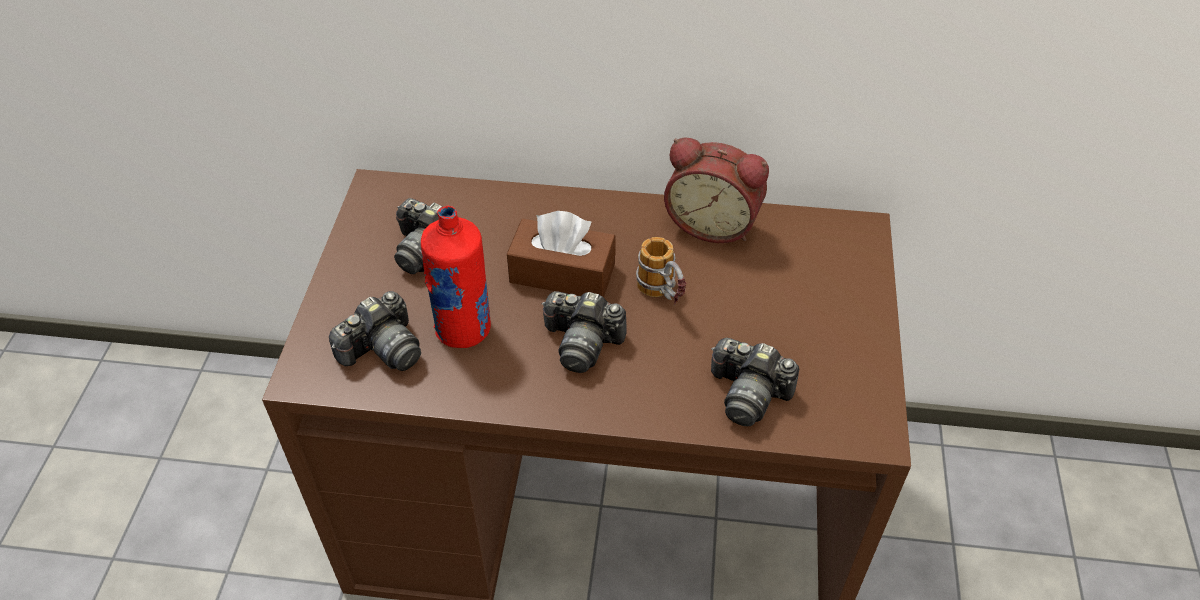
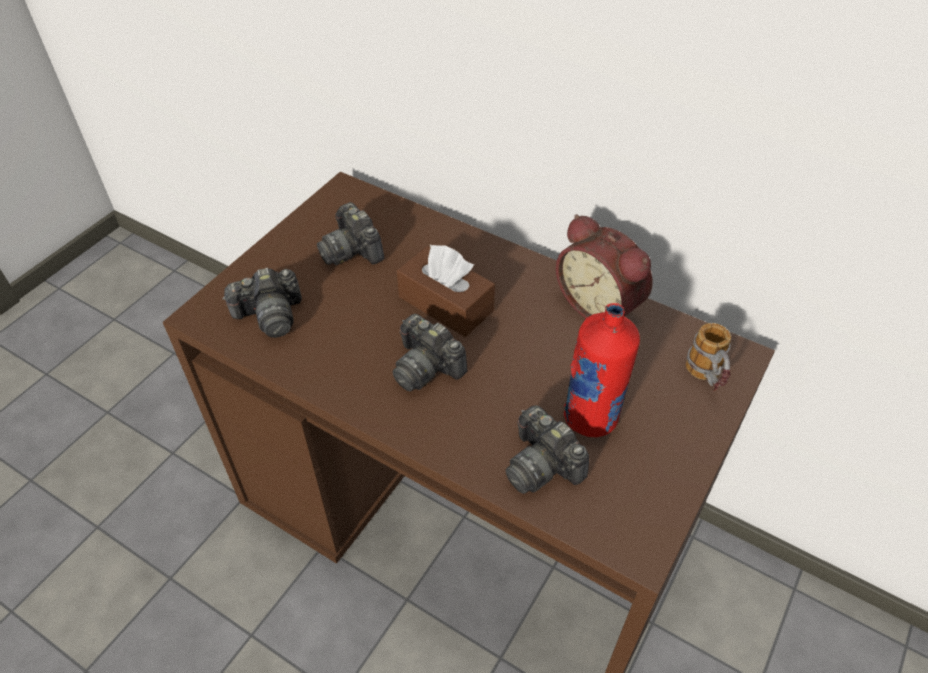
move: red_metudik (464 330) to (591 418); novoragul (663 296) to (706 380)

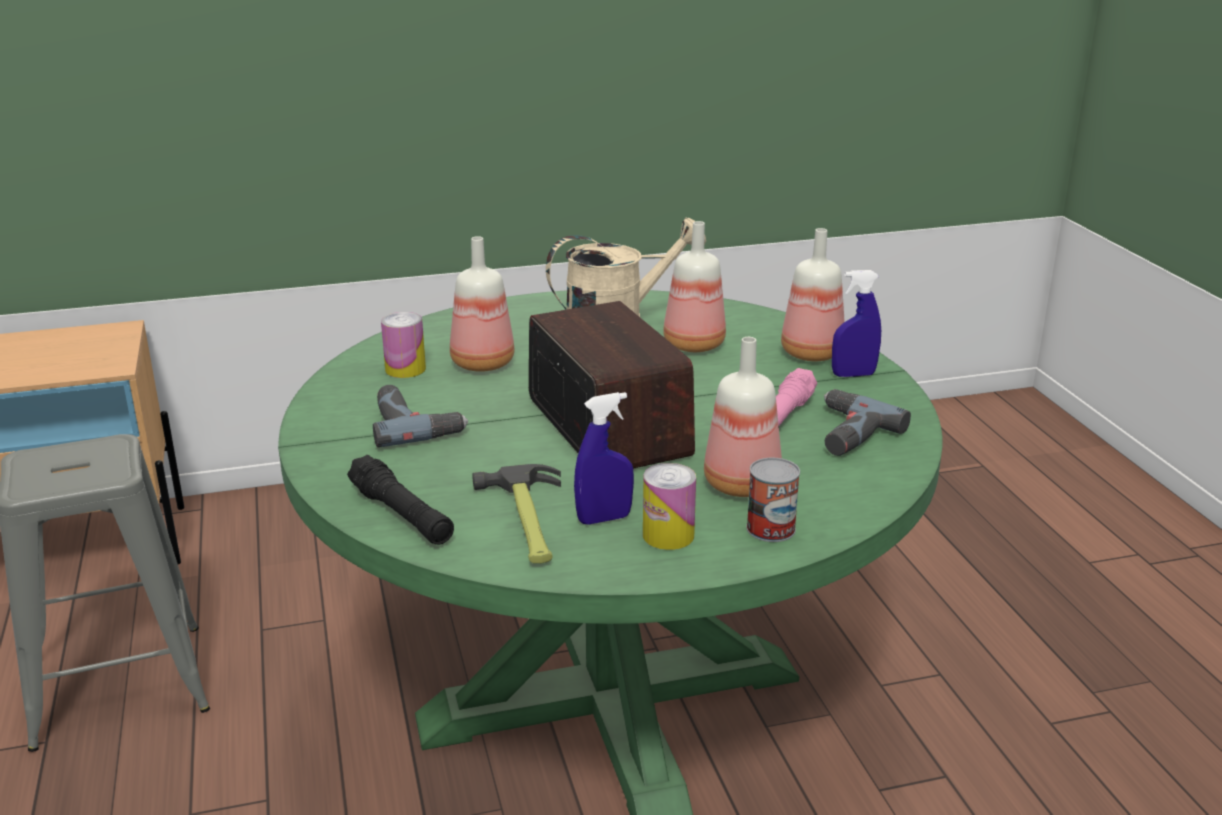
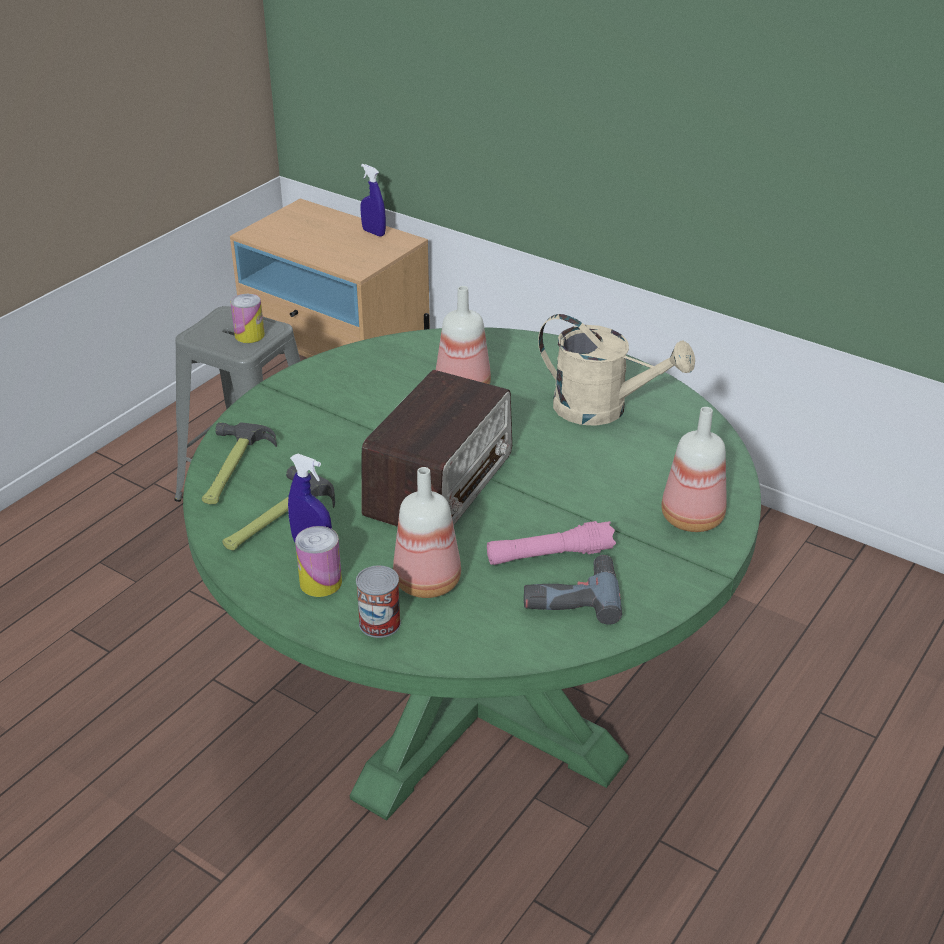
delete: metudik (692 345); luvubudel (415 424)
move: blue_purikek (853 374) to (373 232); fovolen (405 369) to (249 335)
replace: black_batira (402 515) to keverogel (231 469)

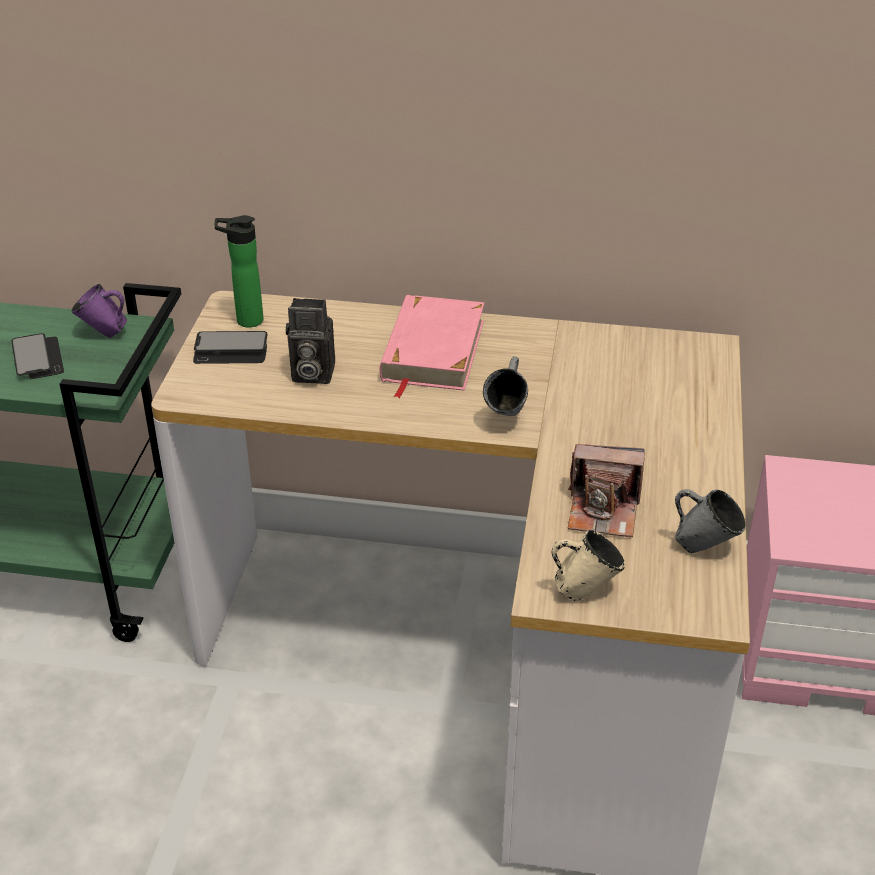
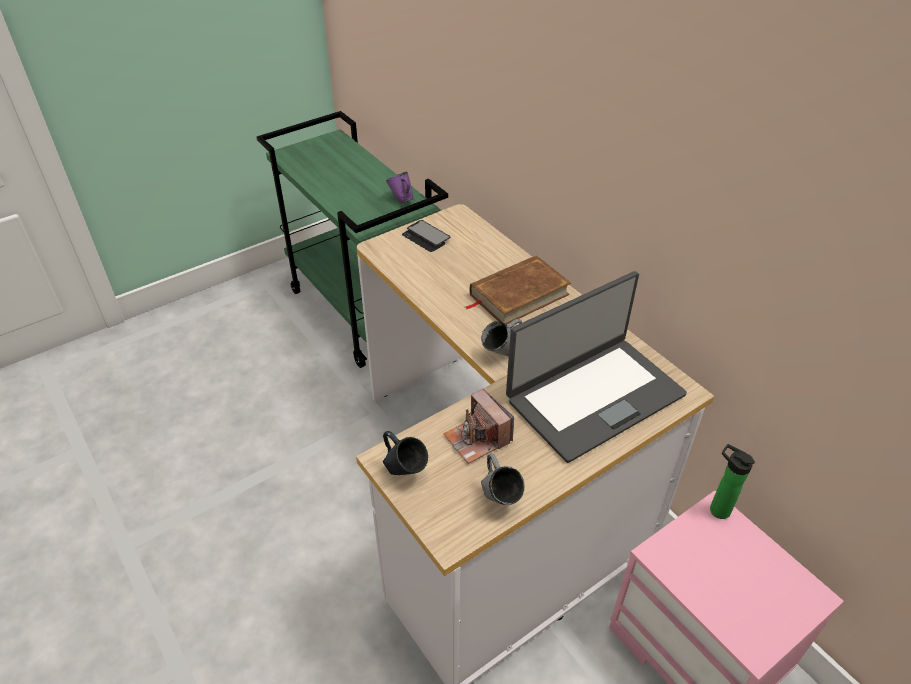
delete: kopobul (310 374); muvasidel (38 358)
insert: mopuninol (594 396)
move: metudik (245 321) to (716 508)
recolor: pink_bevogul (432 351) to brown_bevogul (518 294); beige_novoragul (584 591) to blue_novoragul (404 472)

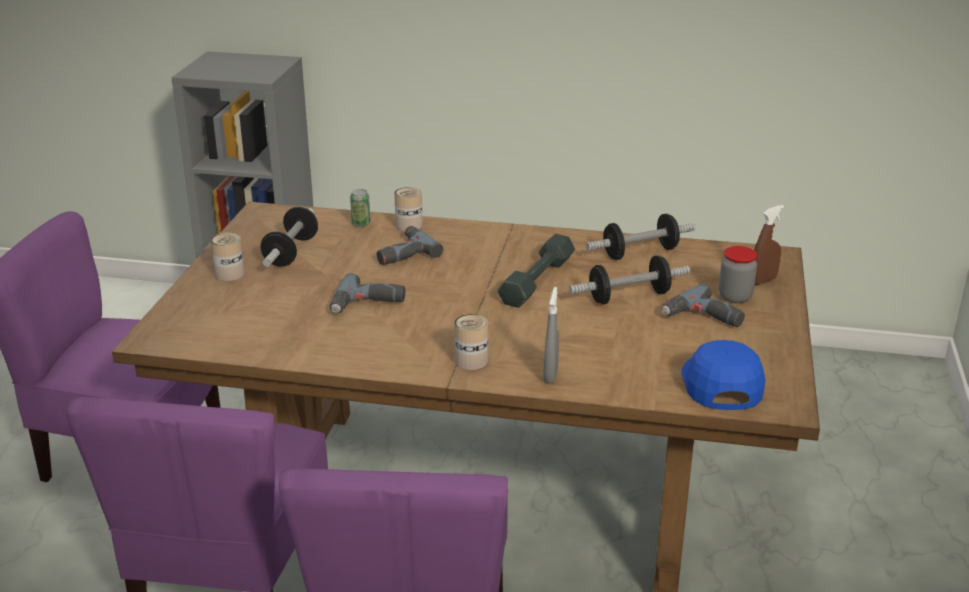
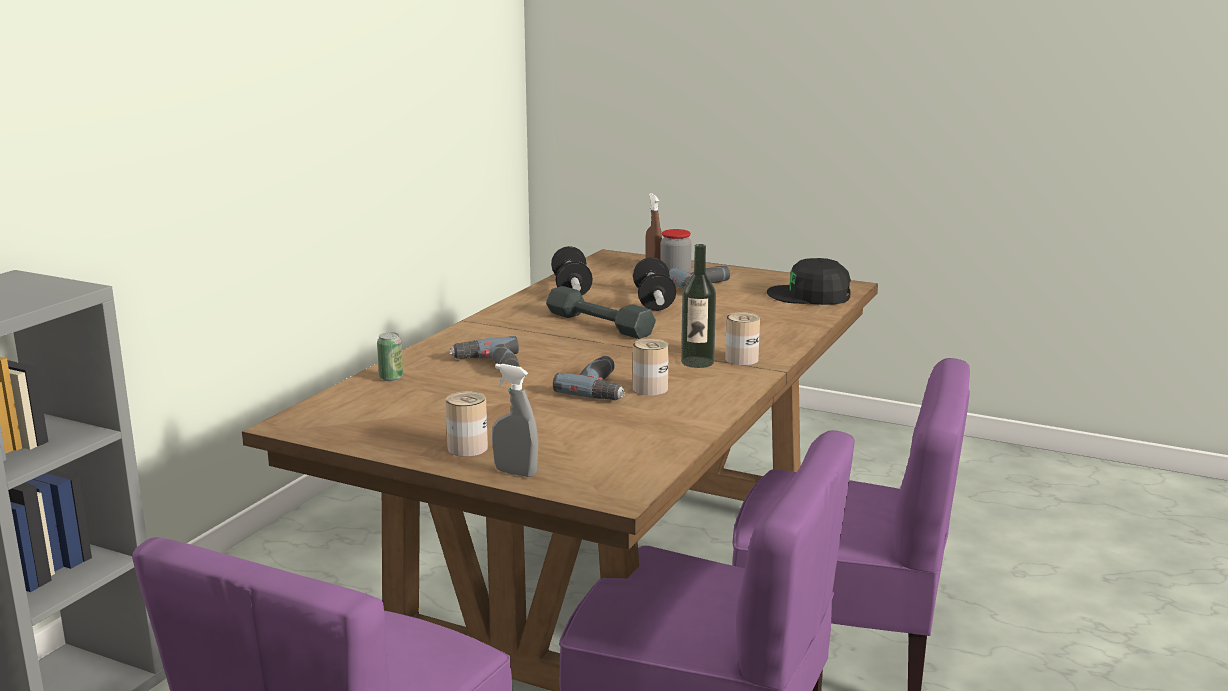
delete: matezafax (291 252)
insert: metudik (697 362)
move: fovolen (409 225) to (650 389); grey_purikek (550 375) to (515 472)
recolor: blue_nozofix (721 383) to black_nozofix (810 295)

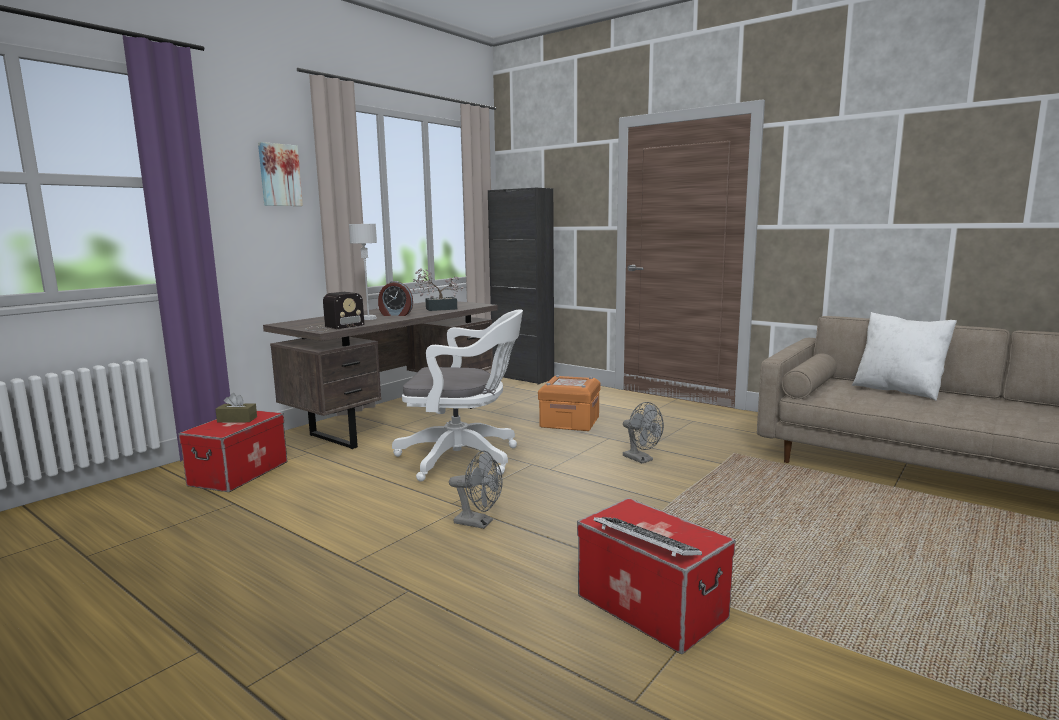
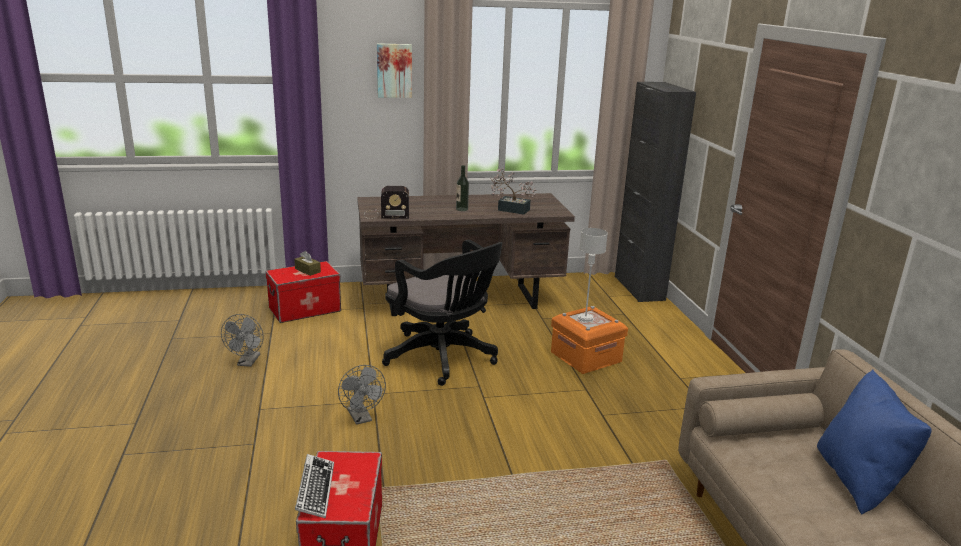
move: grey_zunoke (368 318) to (585 318); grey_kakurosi (641 459) to (247 362)
replace: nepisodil (396 314) to metudik (462 209)
recolor: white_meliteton (465 459) to black_meliteton (444 358); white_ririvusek (898 390) to blue_ririvusek (858 480)

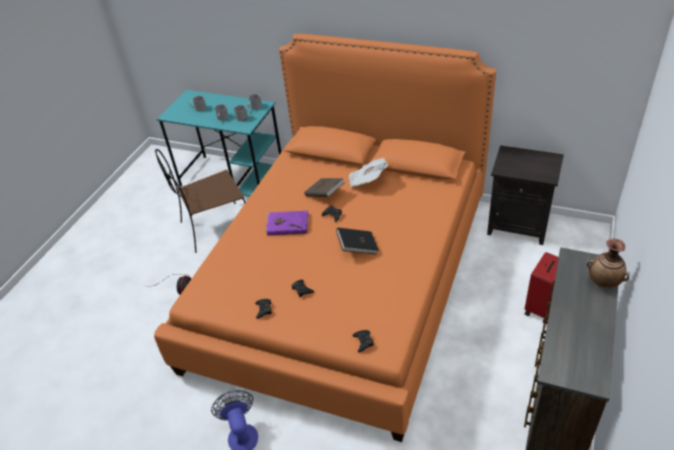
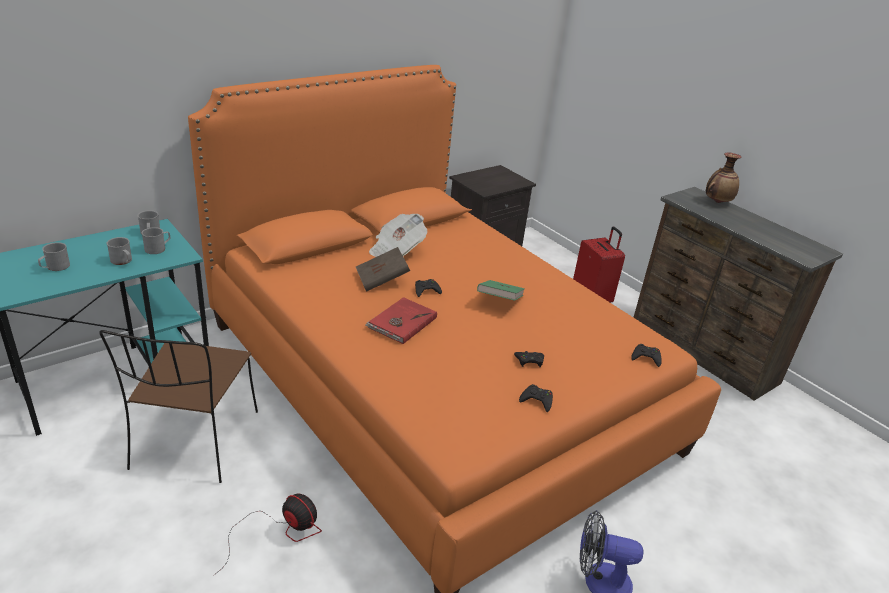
recolor: purple_bevogul (287 224) to red_bevogul (401 323); black_bevogul (357 248) to green_bevogul (499 301)

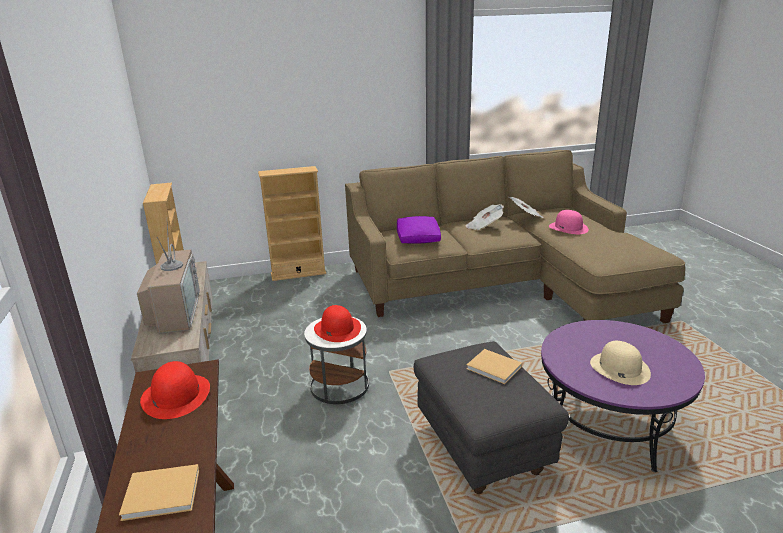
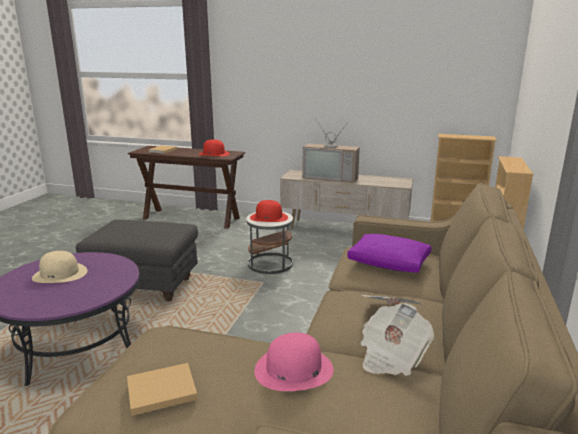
move: beige_bevogul (495 368) to (159 391)

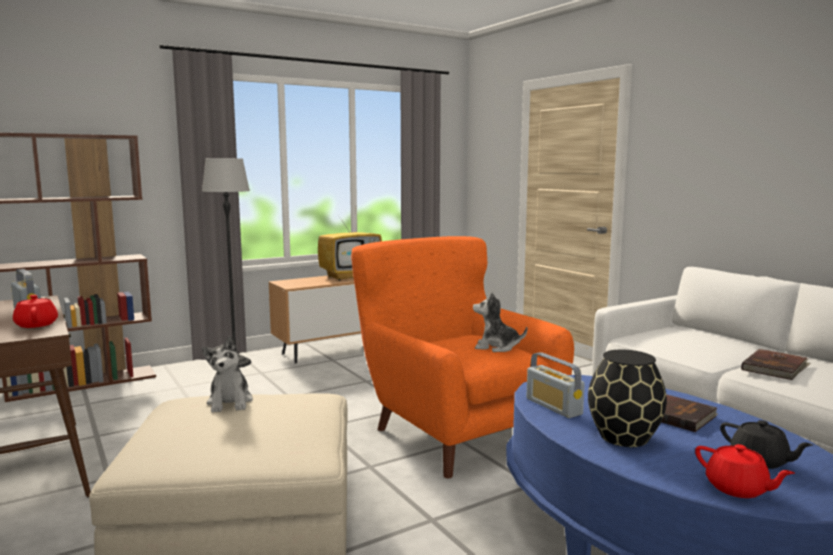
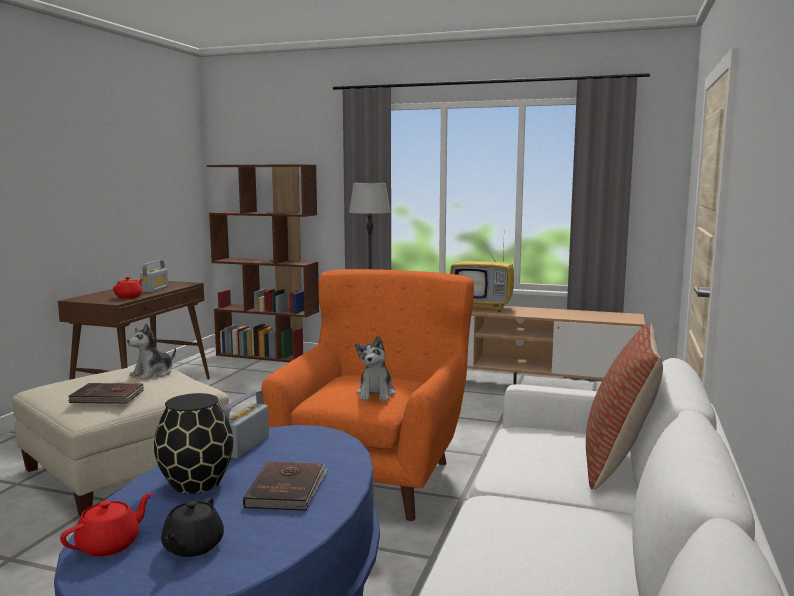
insert: ririvusek (618 463)
move: brown_bevogul (775 367) to (107 397)
rotate: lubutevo (496 347) = (376 394) 150 degrees counterclockwise; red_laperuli (737 489) = (110 545) 150 degrees counterclockwise

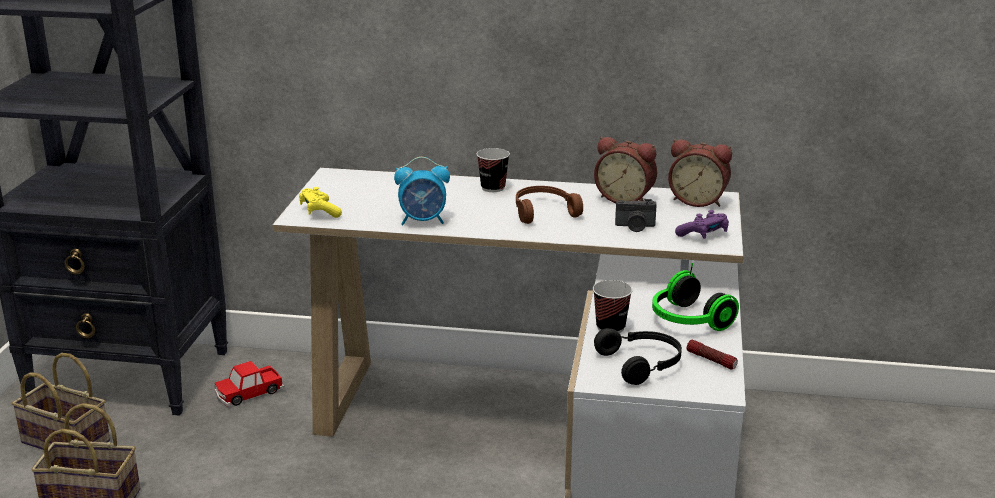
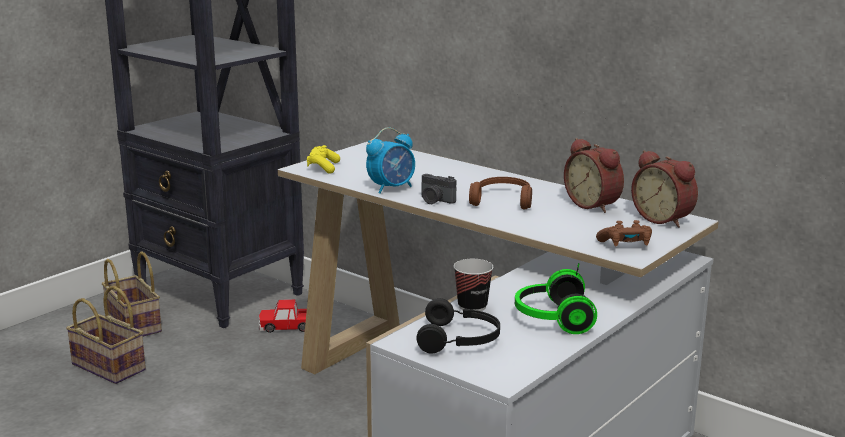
delete: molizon (493 188); batira (711 360)
move: kopobul (635 227) to (435 201)
recolor: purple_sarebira (703 235) to brown_sarebira (626 245)
rotate: nepisodil (423 221) = (392 188) 60 degrees counterclockwise

